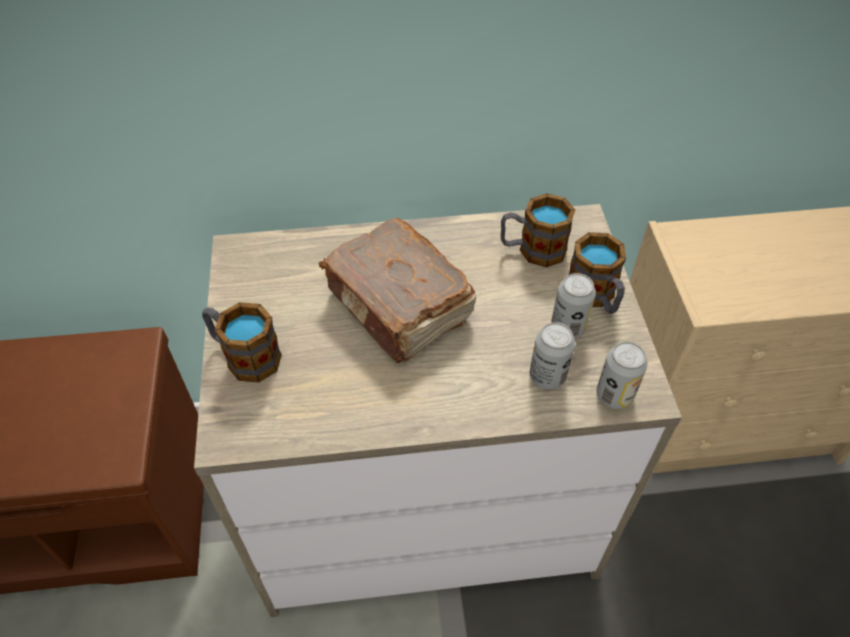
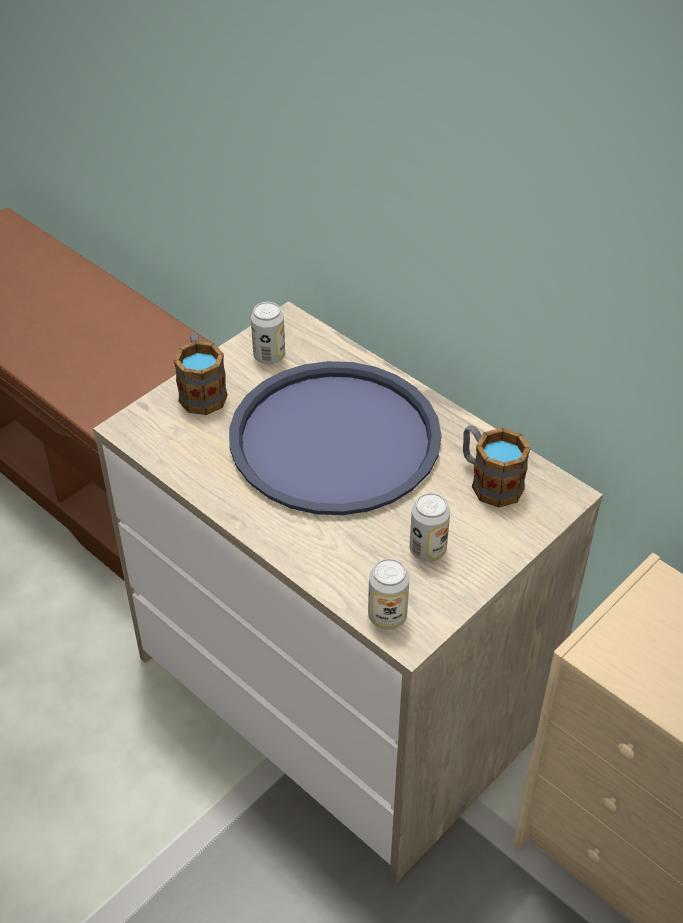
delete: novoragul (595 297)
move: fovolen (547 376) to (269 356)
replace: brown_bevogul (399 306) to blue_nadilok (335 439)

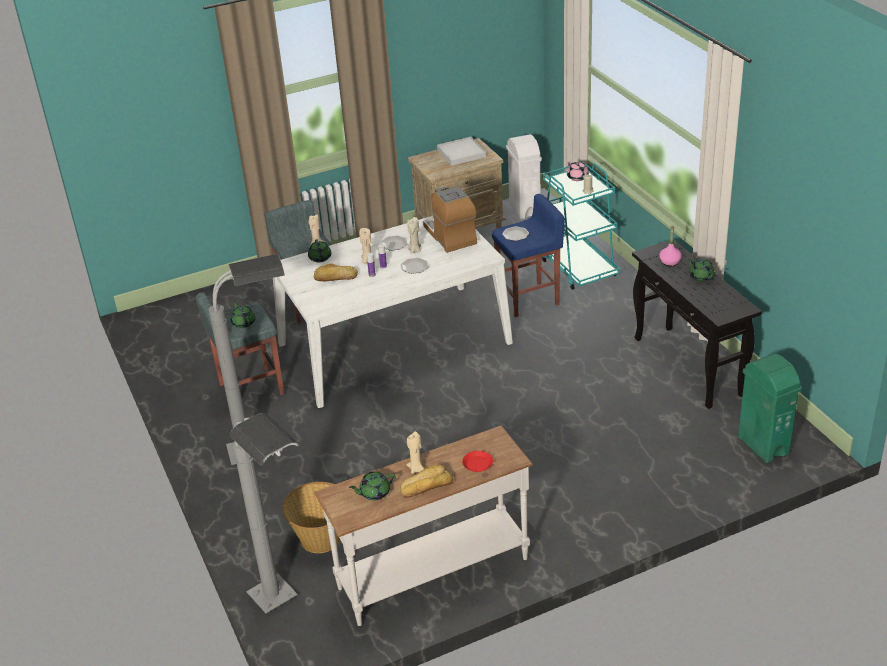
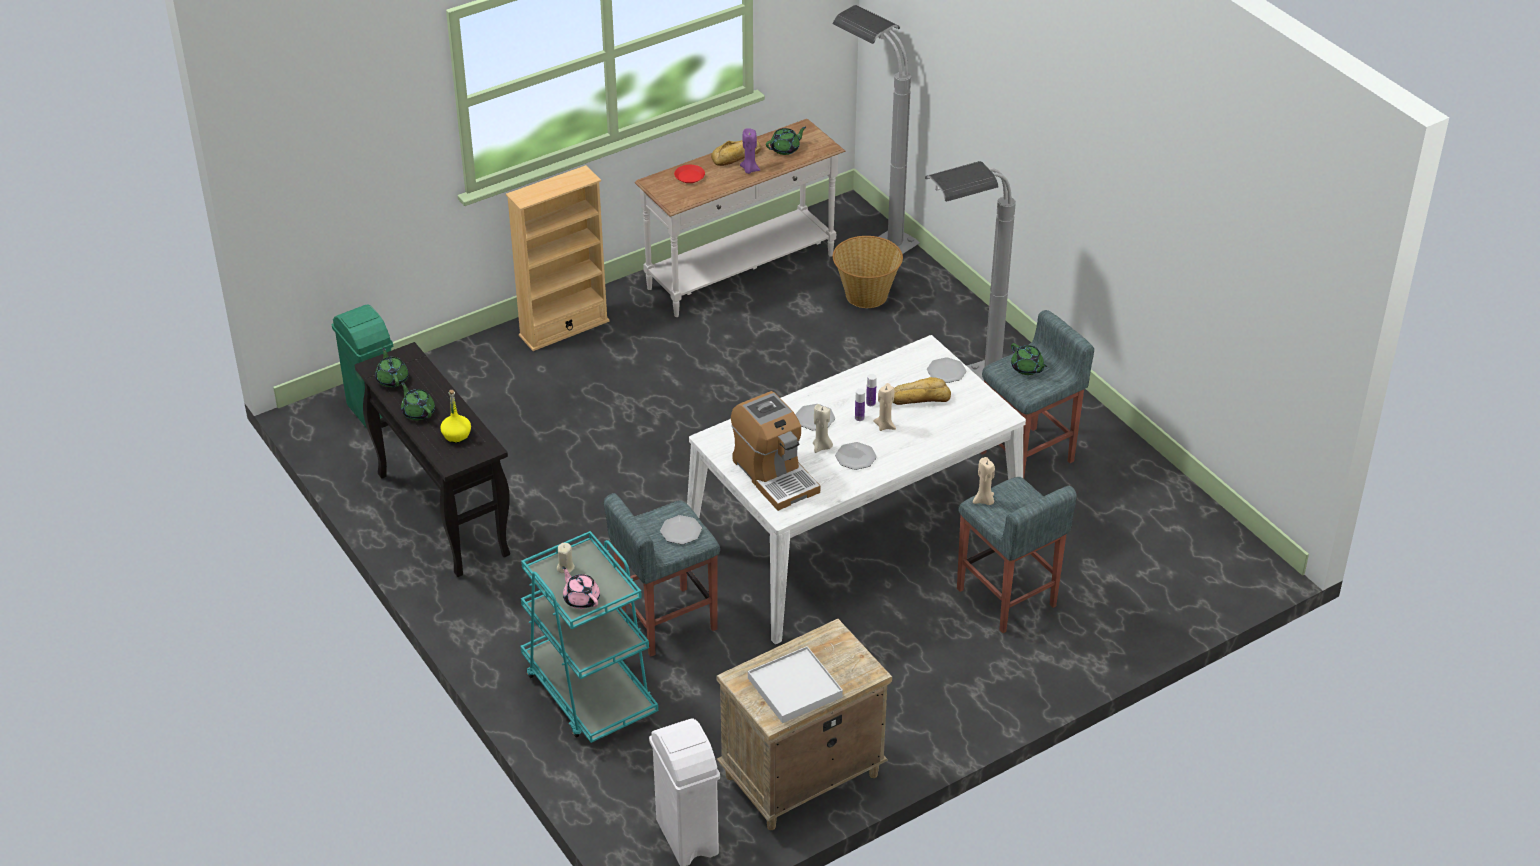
insert: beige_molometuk (564 328); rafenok (946 372)
move: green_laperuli (320 258) to (392 379)
recolor: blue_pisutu (529 299) to grey_pisutu (666 621); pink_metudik (669 262) to yellow_metudik (456 435); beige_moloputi (416 469) to purple_moloputi (749 170)

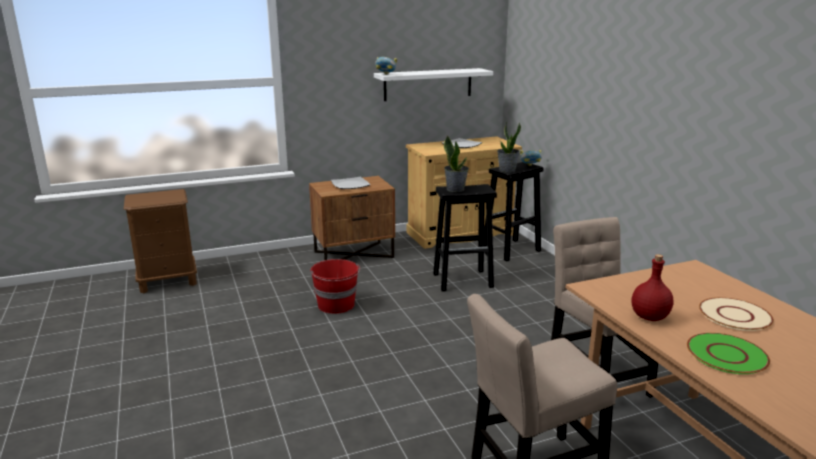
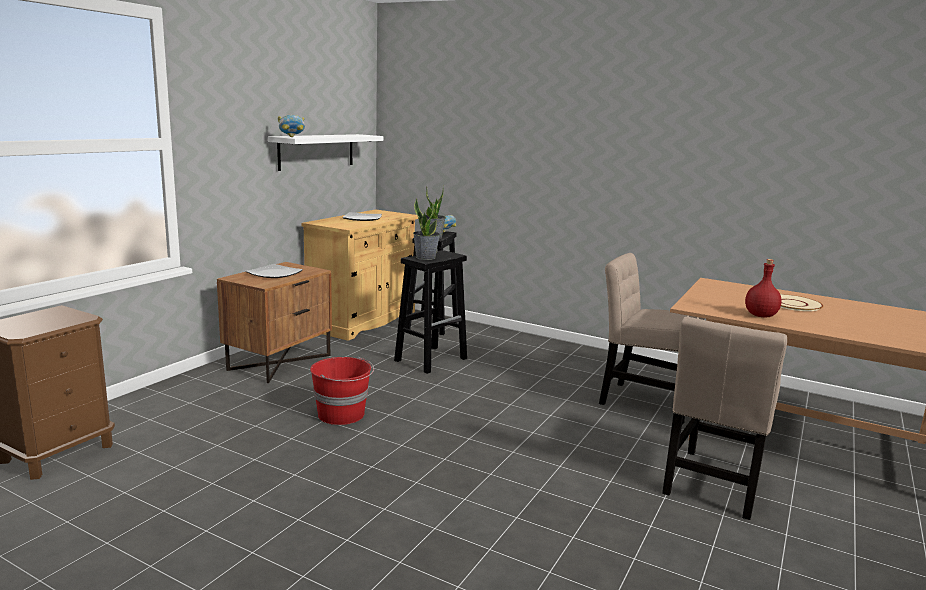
delete: green_rafenok (726 354)

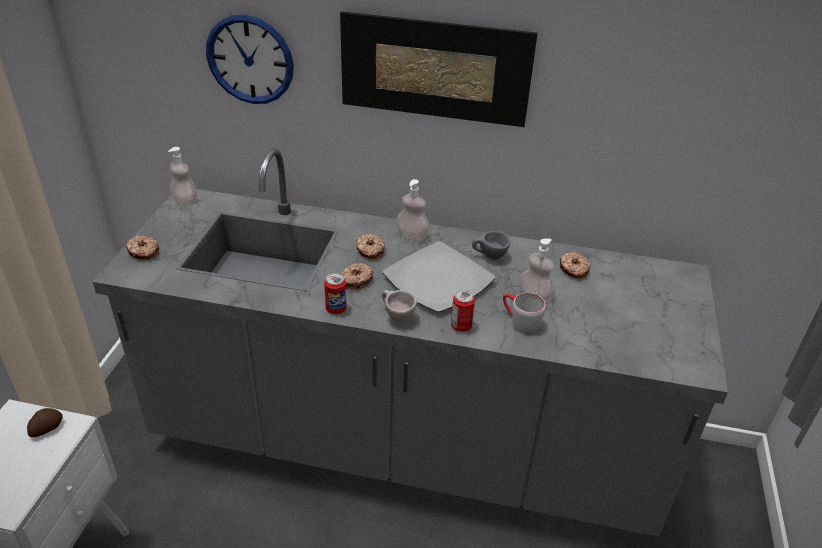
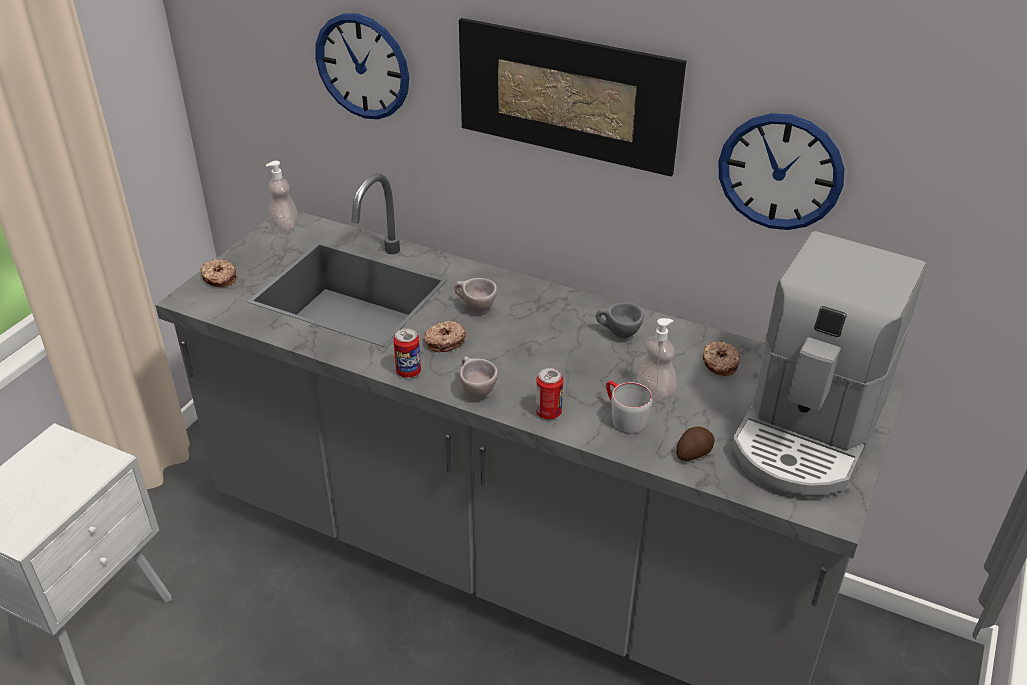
delete: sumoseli (412 235); rafenok (439 280)
insert: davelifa (780 172); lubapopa (808 432)
move: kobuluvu (46 428) to (693 452)
replace: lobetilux (370 250) to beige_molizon (474 308)

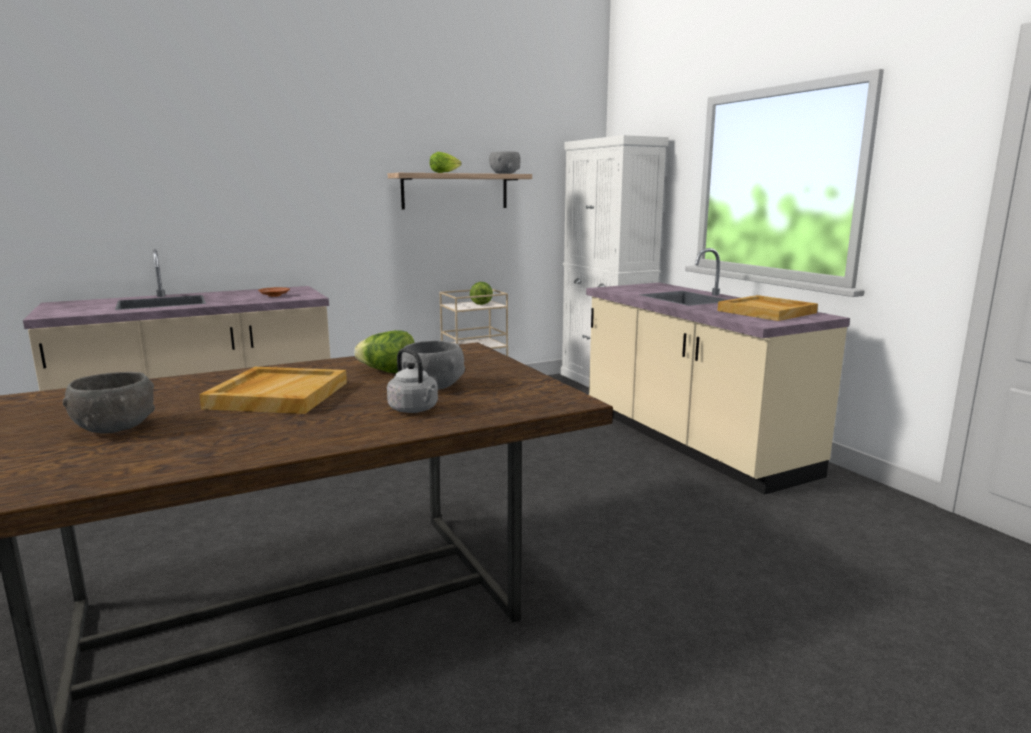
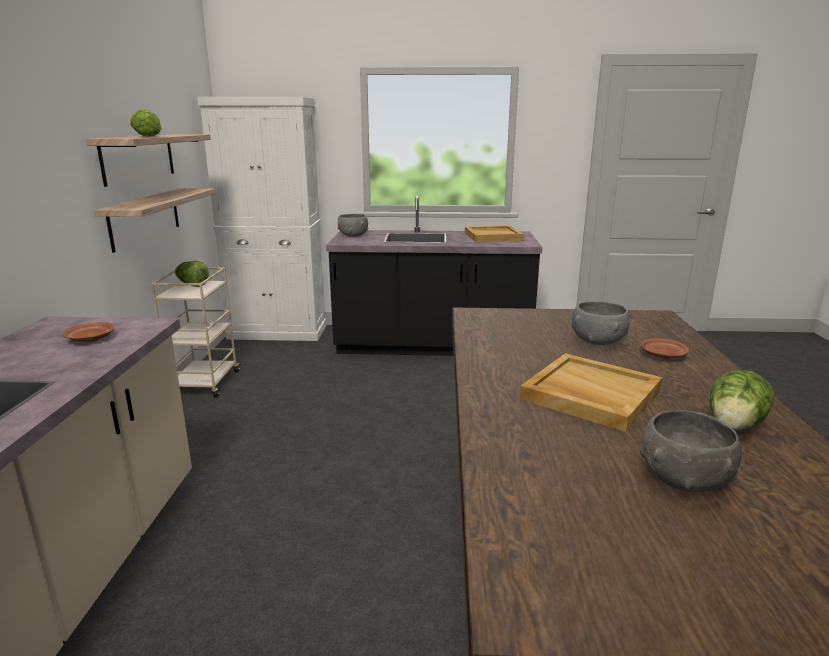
insert: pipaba (145 218)
move: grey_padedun (504 173) to (353 235); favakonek (388 372) to (734 427)
replace: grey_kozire (415 410) to brown_rafenok (663 355)
recolor: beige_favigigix (690 441) to black_favigigix (432 347)

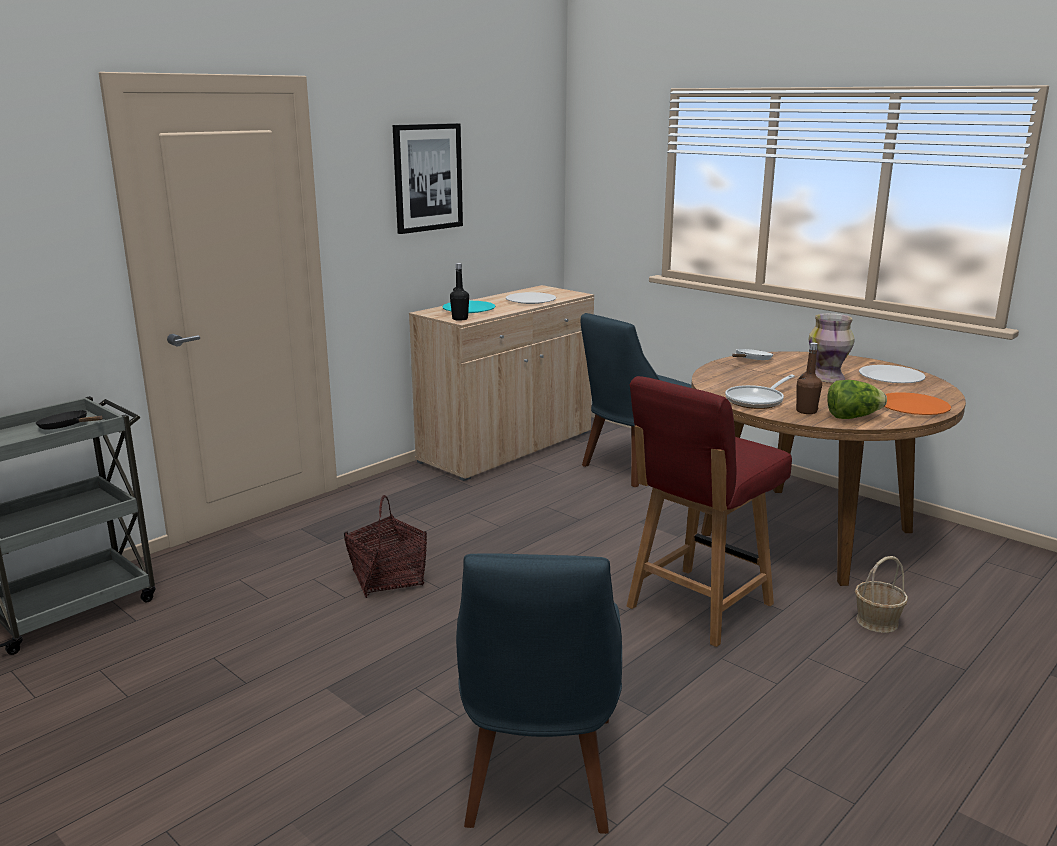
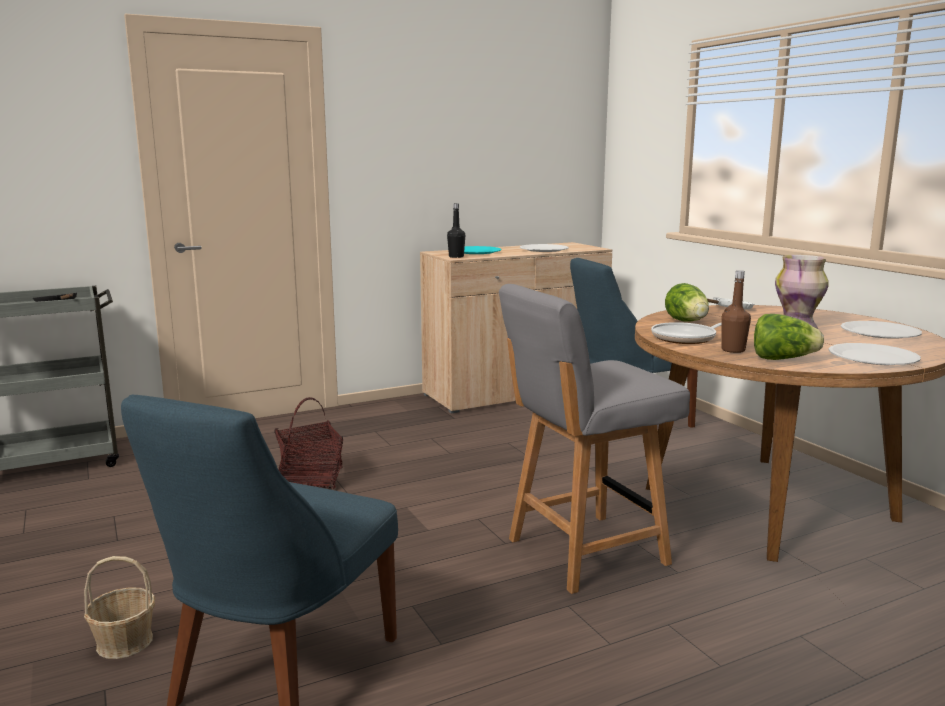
delete: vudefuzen (427 177)
insert: favakonek (687 322)
move: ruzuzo (876 621) to (124 642)
recolor: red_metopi (697 606) to grey_metopi (583 552); orange_rafenok (912 406) to white_rafenok (872 357)

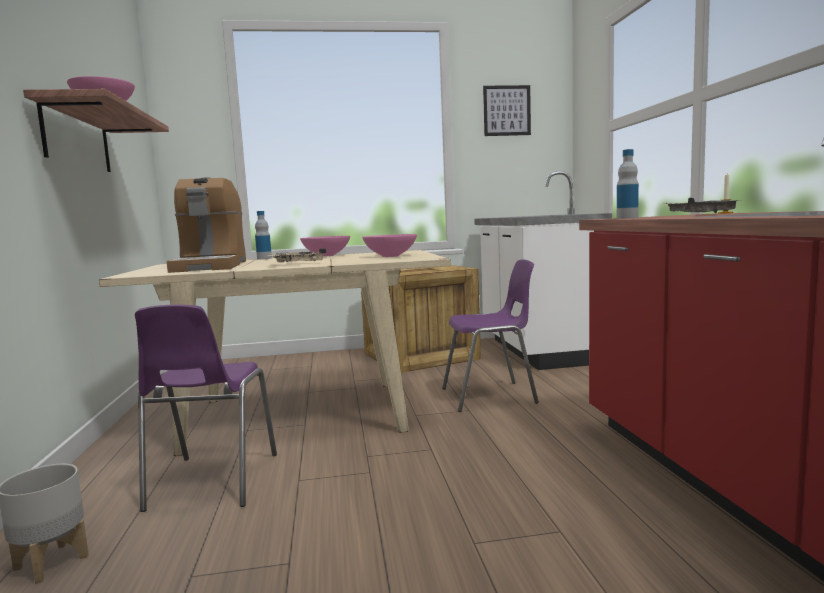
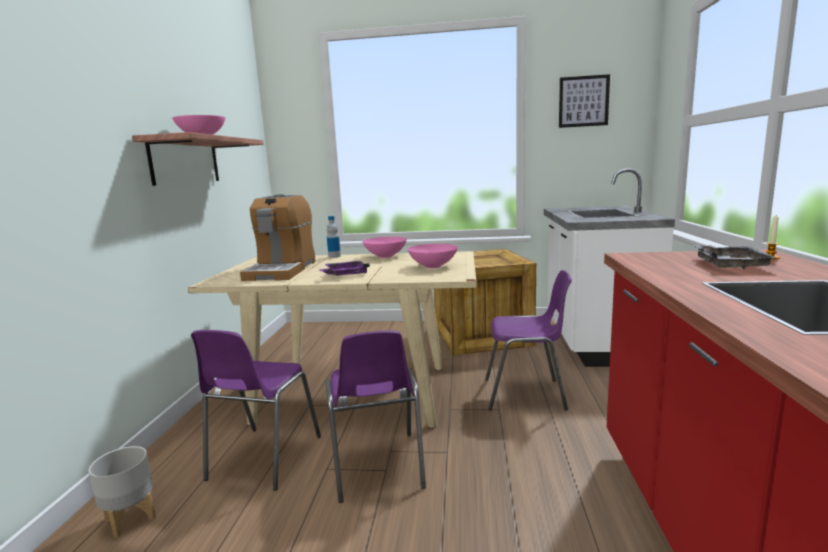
delete: metudik (627 218)
insert: purple_metopi (376 467)
recolor: beige_nadilok (296 264) to purple_nadilok (345 275)

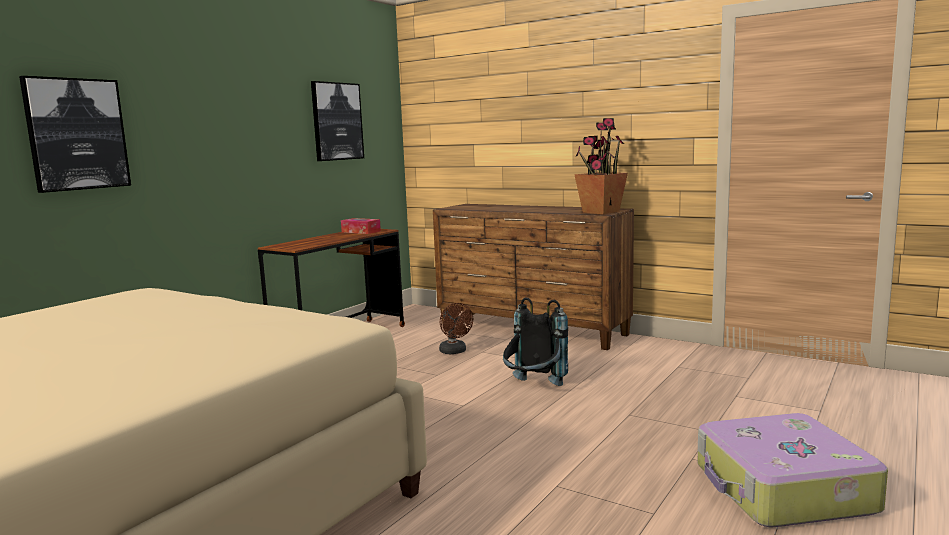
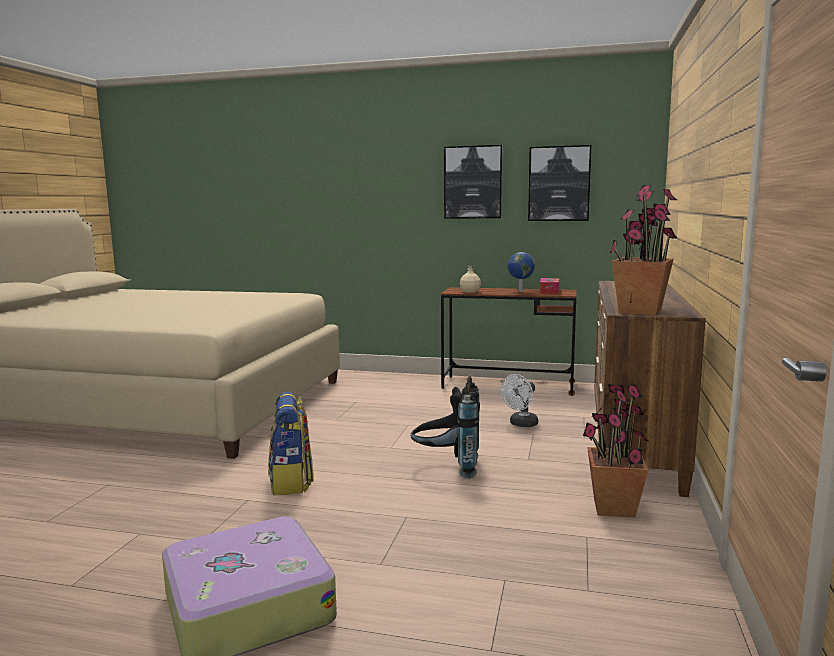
insert: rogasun (520 291); beige_metudik (470 292); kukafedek (613 508); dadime (291 482)
move: vudefuzen (77 134) to (473 182)
recolor: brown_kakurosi (455 352) to white_kakurosi (521 424)

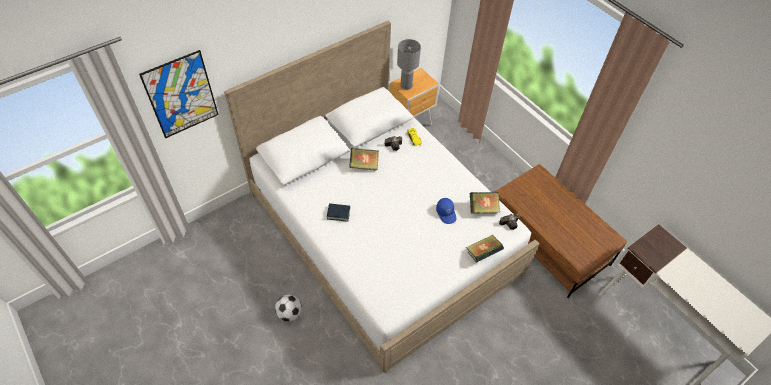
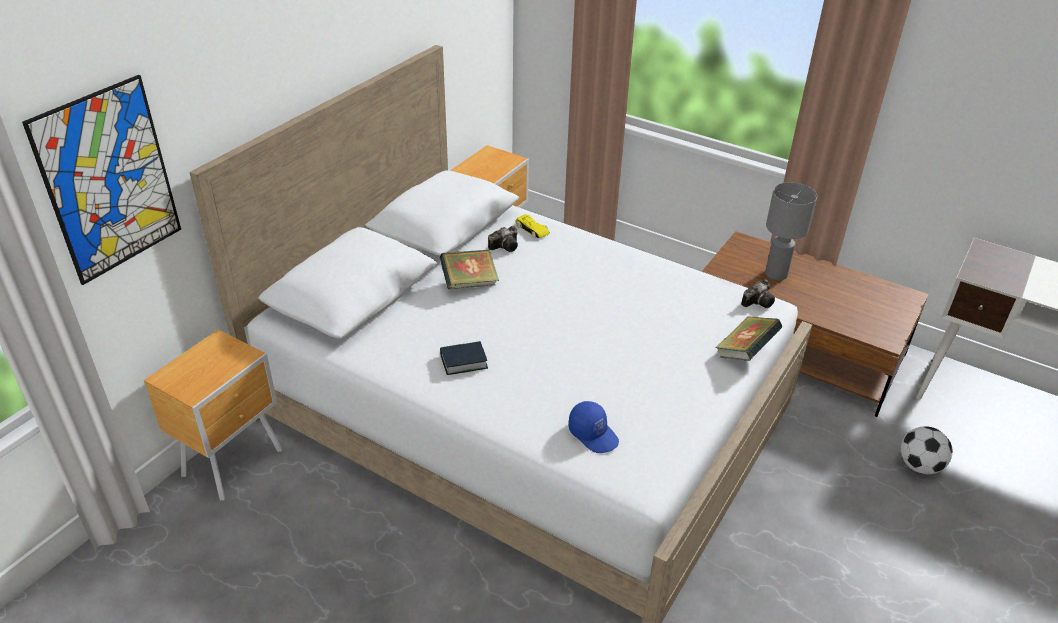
delete: bevogul (483 208)
insert: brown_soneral (235 462)
move: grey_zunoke (406 85) to (775 274); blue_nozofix (446 213) to (594 434); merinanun (289 313) to (919 466)

